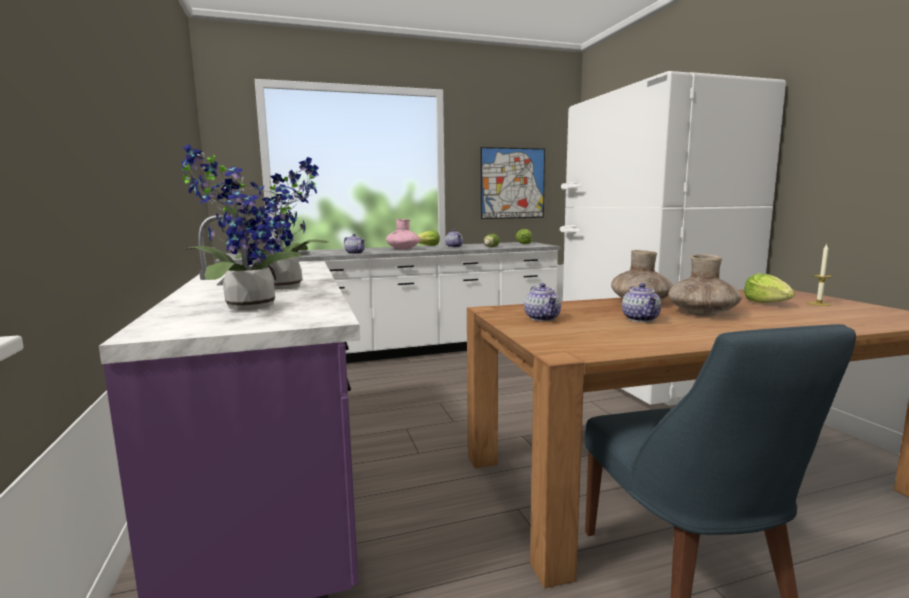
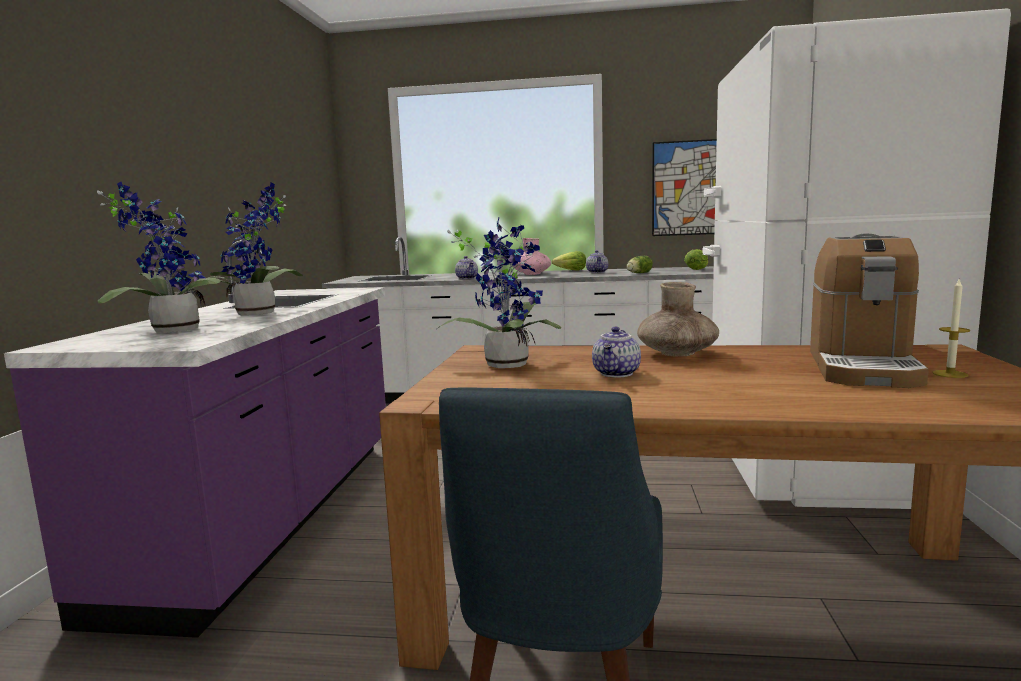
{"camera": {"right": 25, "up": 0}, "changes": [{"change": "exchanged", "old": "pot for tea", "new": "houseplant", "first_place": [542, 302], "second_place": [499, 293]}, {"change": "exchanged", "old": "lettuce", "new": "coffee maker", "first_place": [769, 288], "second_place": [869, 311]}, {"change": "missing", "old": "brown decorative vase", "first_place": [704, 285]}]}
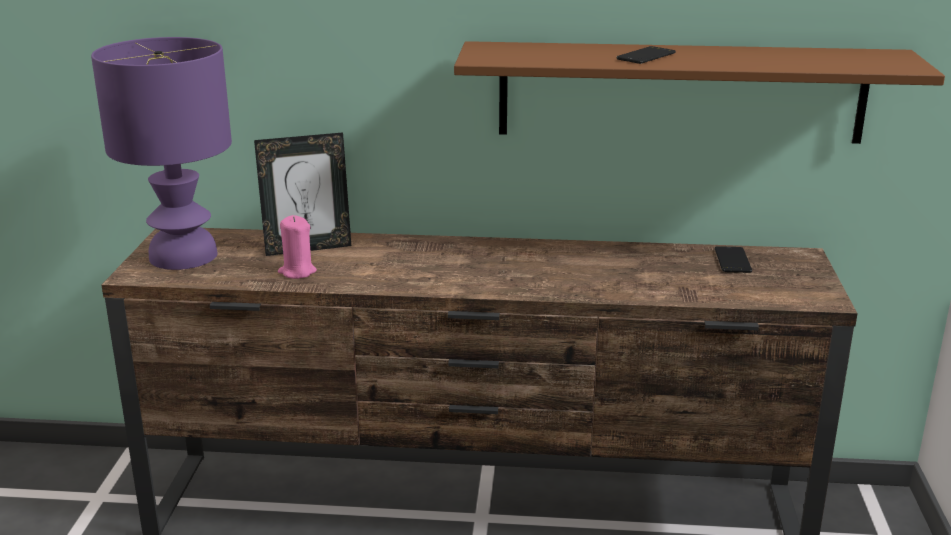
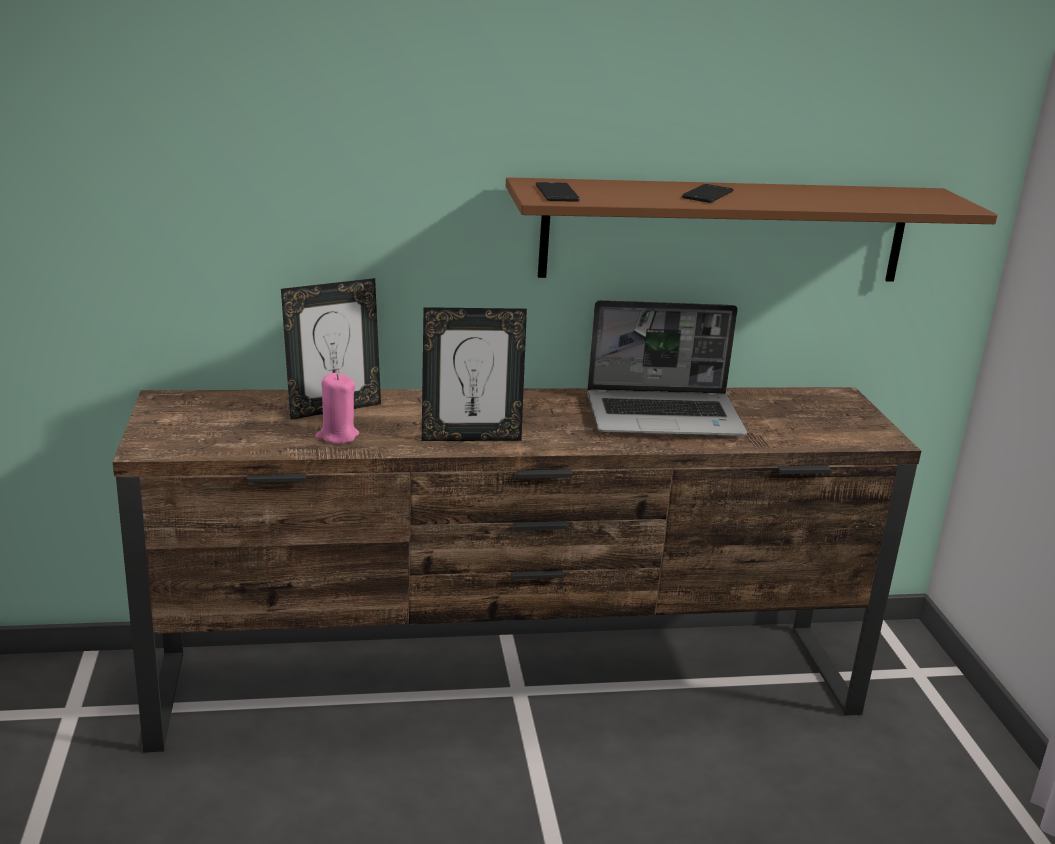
{"camera": {"right": -15, "up": 0}, "changes": [{"change": "appeared", "new": "picture frame", "second_place": [474, 374]}, {"change": "relocated", "old": "handset", "first_place": [733, 259], "second_place": [558, 192]}, {"change": "appeared", "new": "portable computer", "second_place": [667, 368]}, {"change": "missing", "old": "purplish tabletop lamp", "first_place": [161, 153]}]}
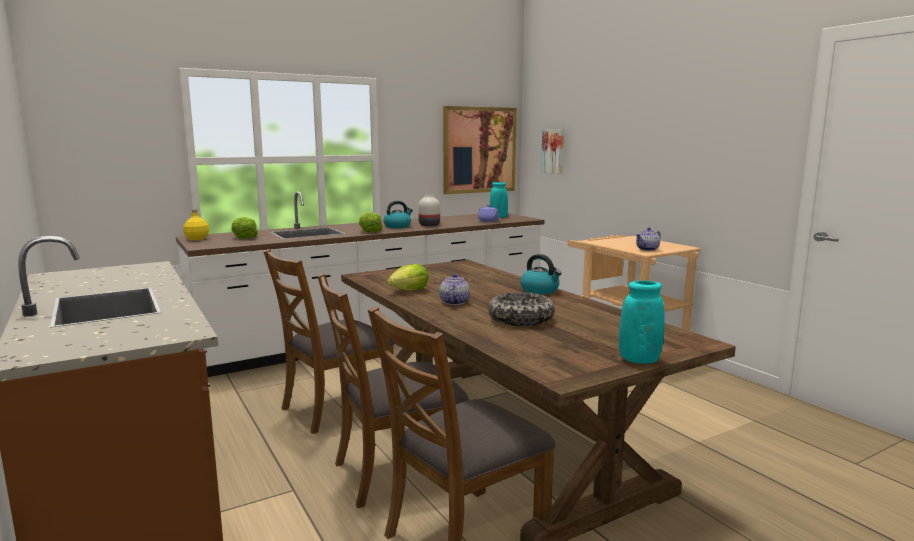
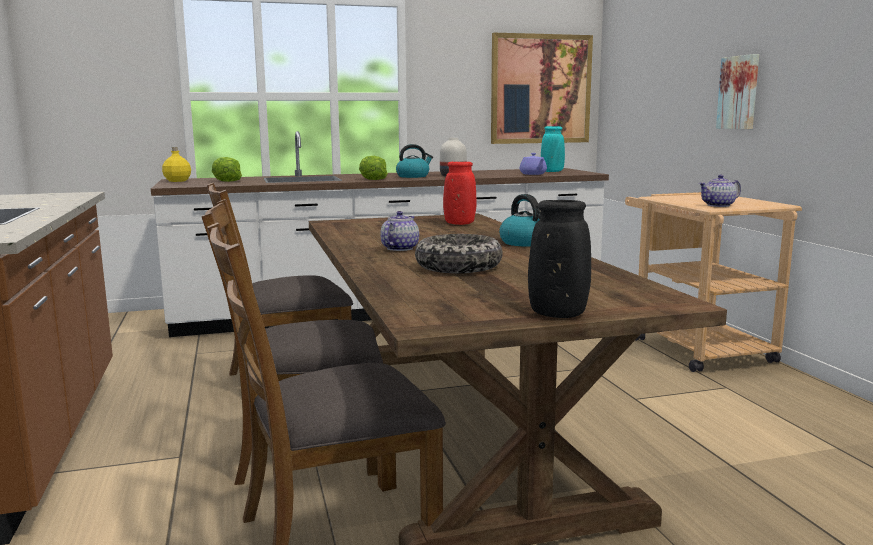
{"camera": {"right": 15, "up": 0}, "changes": [{"change": "appeared", "new": "reddish decorative vase", "second_place": [460, 193]}, {"change": "colour", "old": "turquoise decorative vase", "new": "blackish decorative vase", "first_place": [642, 322], "second_place": [559, 259]}, {"change": "relocated", "old": "picture", "first_place": [552, 151], "second_place": [737, 91]}, {"change": "missing", "old": "lettuce", "first_place": [408, 277]}]}
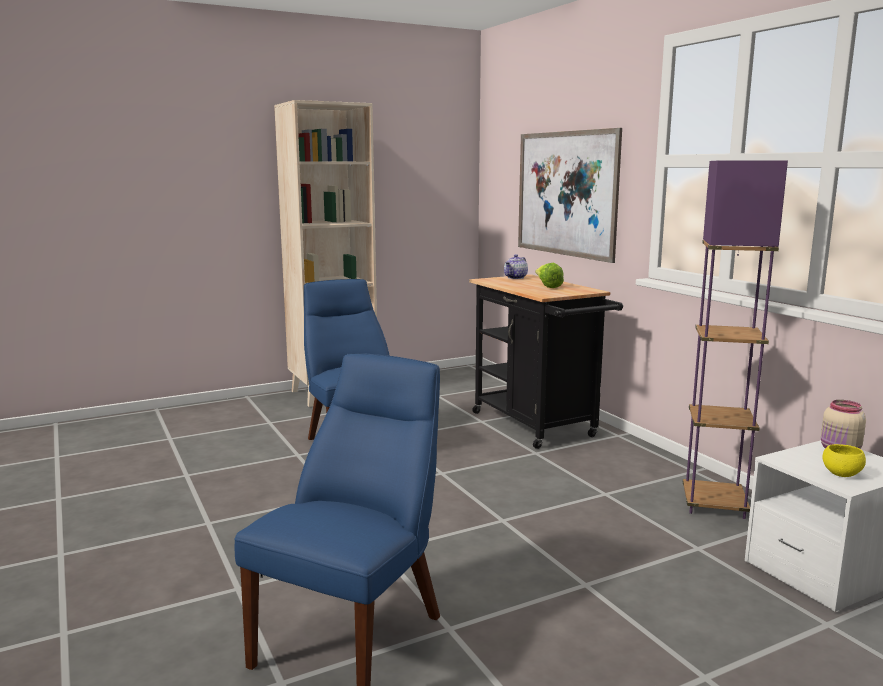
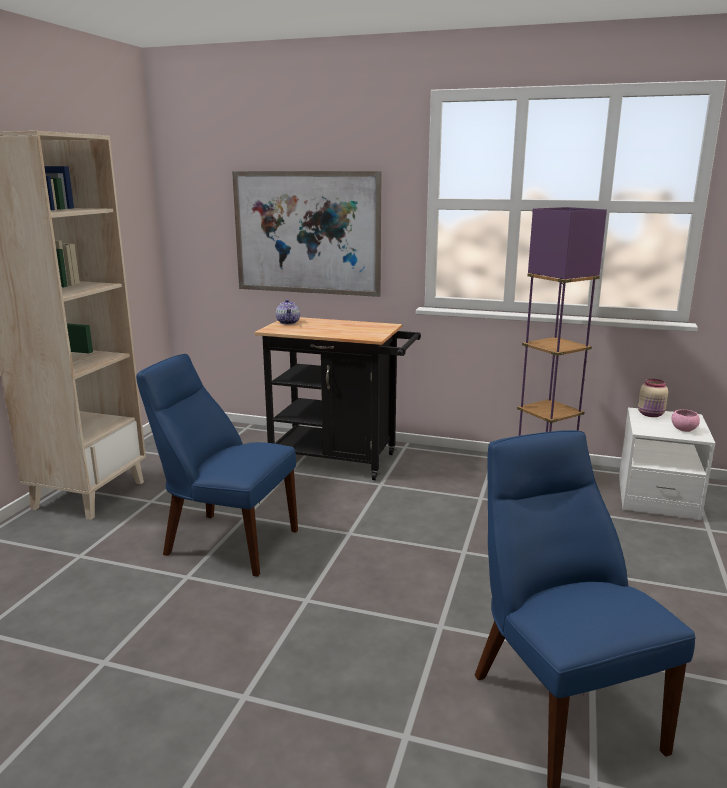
{"camera": {"right": -45, "up": 5}, "changes": [{"change": "colour", "old": "yellowish serving bowl", "new": "pink-coloured serving bowl", "first_place": [844, 460], "second_place": [685, 420]}, {"change": "missing", "old": "lettuce", "first_place": [549, 275]}]}
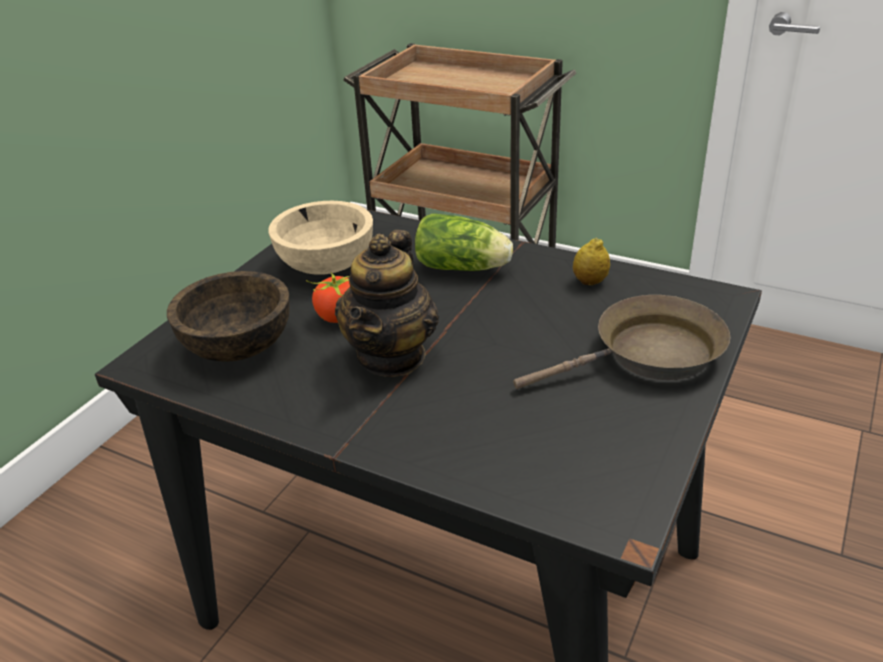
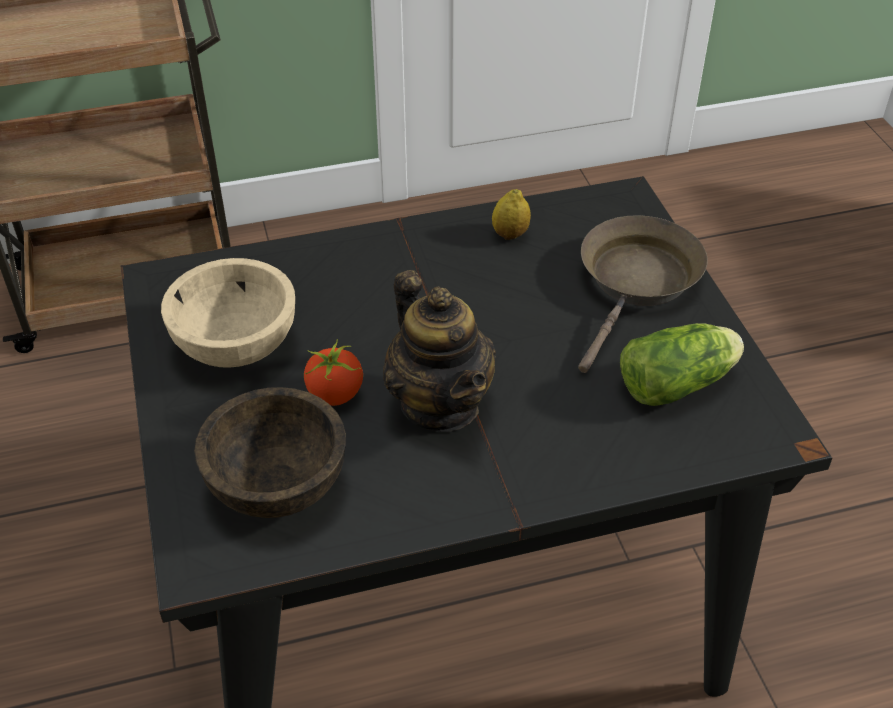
{"camera": {"right": -45, "up": 10}, "changes": [{"change": "relocated", "old": "lettuce", "first_place": [464, 242], "second_place": [682, 364]}]}
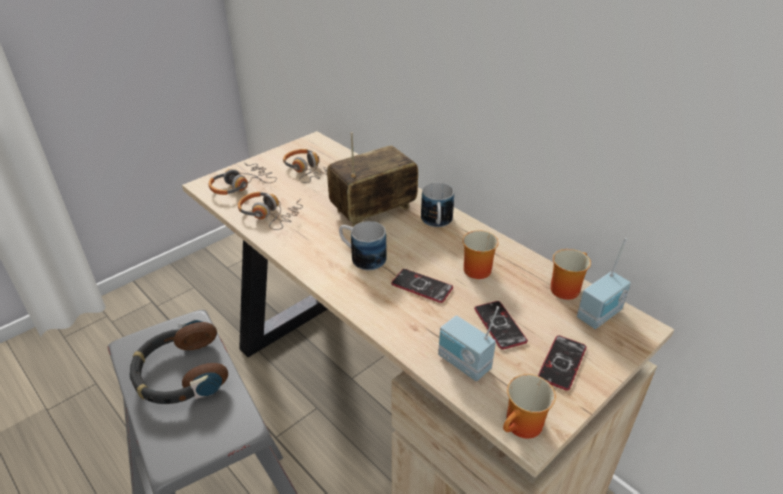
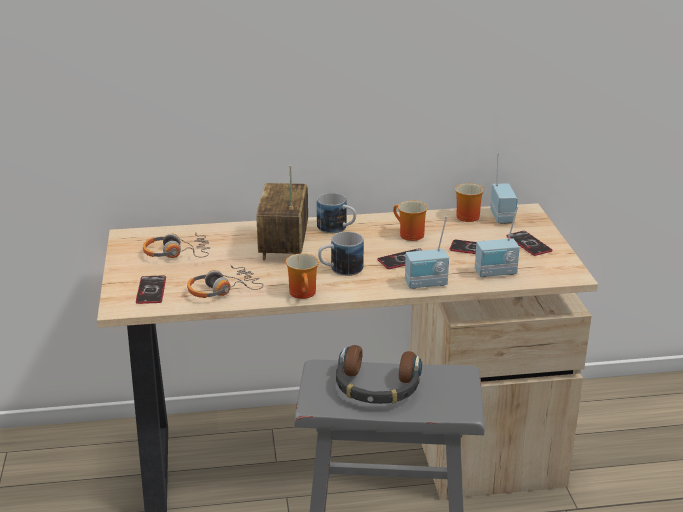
{"camera": {"right": -55, "up": -10}, "changes": [{"change": "exchanged", "old": "headset", "new": "handset", "first_place": [243, 179], "second_place": [151, 289]}, {"change": "relocated", "old": "mug", "first_place": [529, 406], "second_place": [302, 276]}, {"change": "appeared", "new": "radio receiver", "second_place": [427, 252]}]}
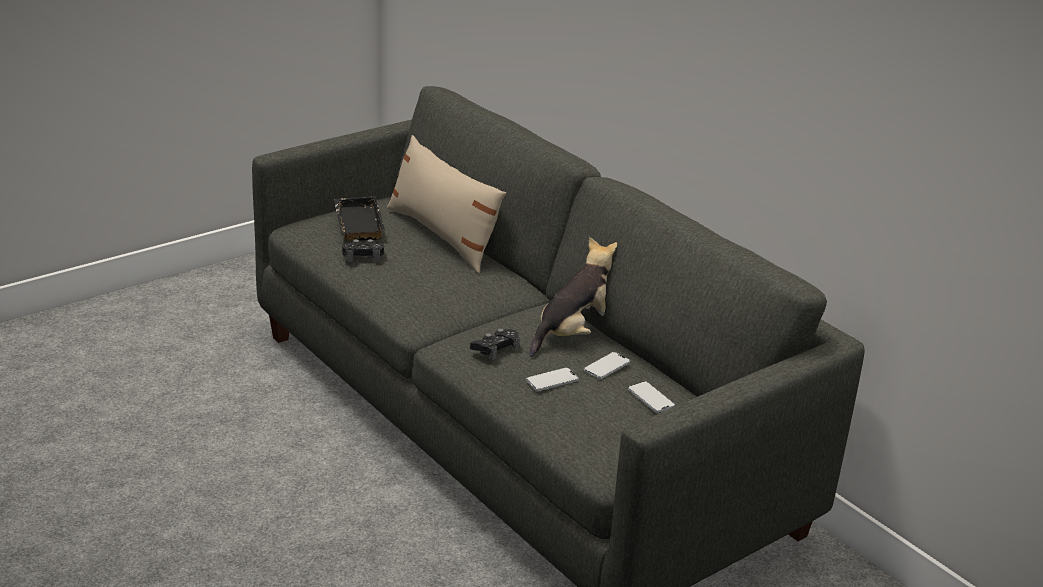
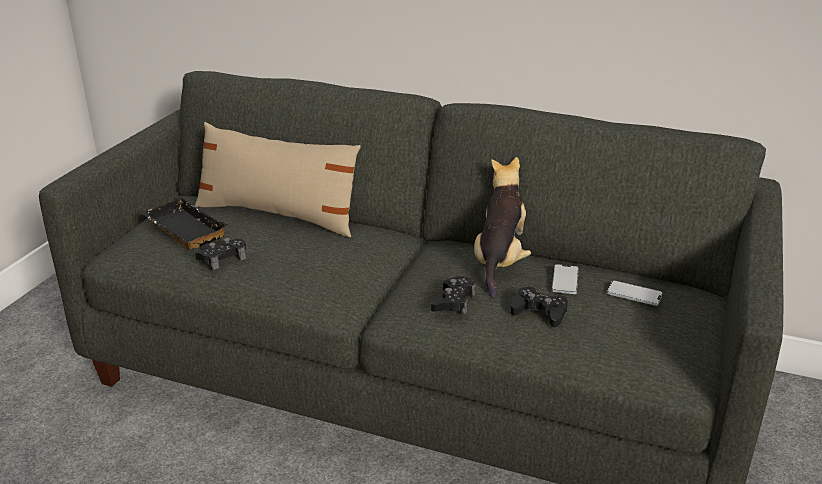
{"camera": {"right": -30, "up": 0}, "changes": [{"change": "exchanged", "old": "handset", "new": "blackish joypad", "first_place": [552, 379], "second_place": [539, 306]}]}
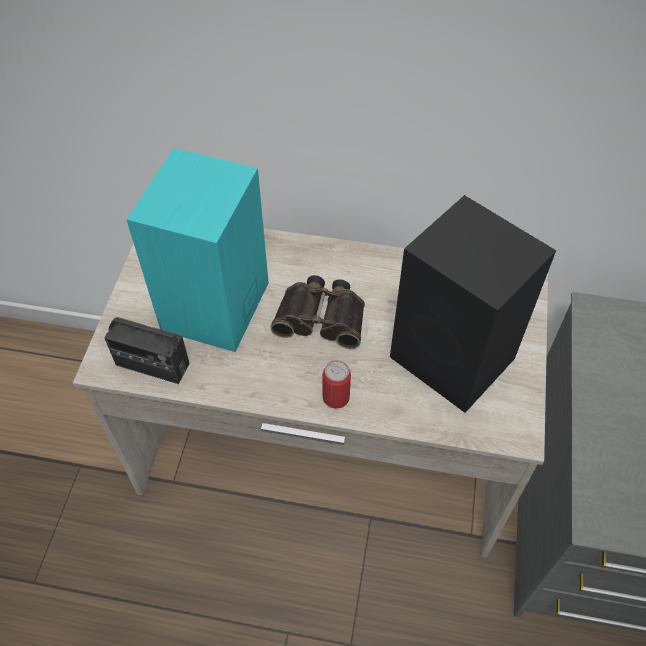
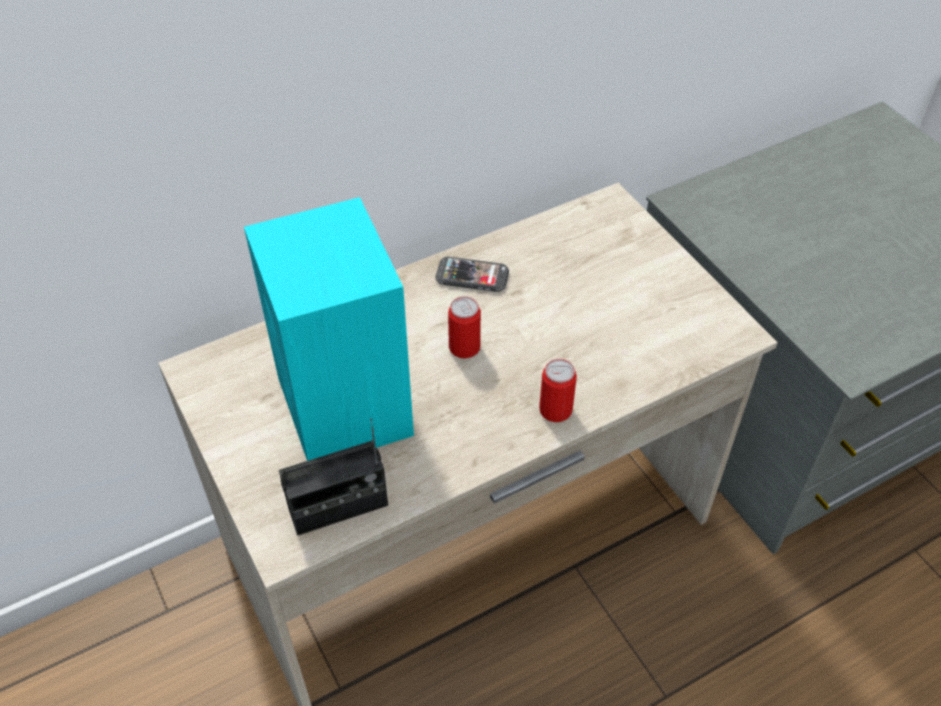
{"camera": {"right": -40, "up": -5}, "changes": [{"change": "appeared", "new": "handset", "second_place": [472, 274]}, {"change": "exchanged", "old": "field glasses", "new": "sealed can", "first_place": [318, 312], "second_place": [464, 327]}, {"change": "missing", "old": "blackish speaker", "first_place": [473, 304]}]}
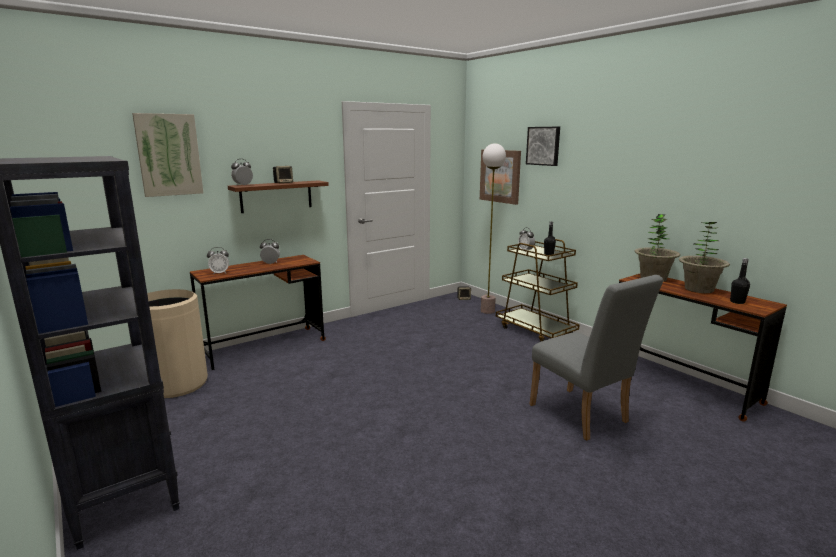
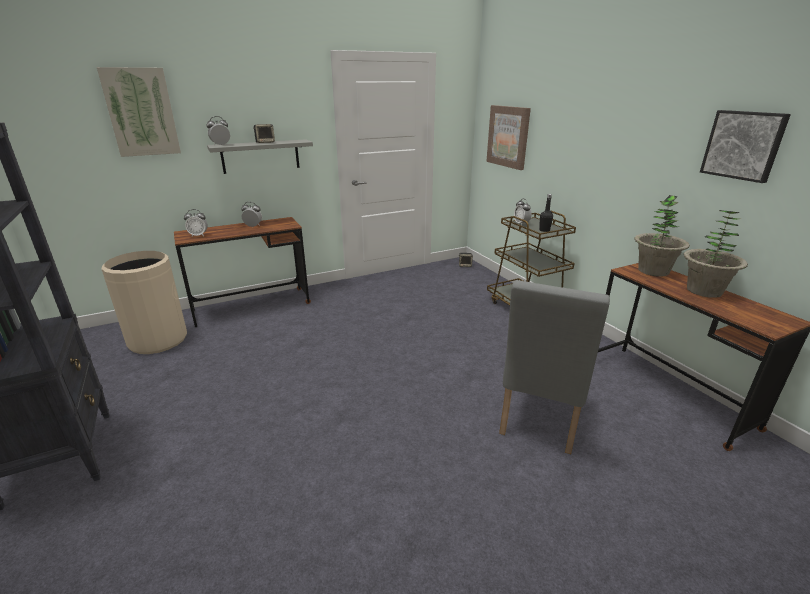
{"camera": {"right": 10, "up": 10}, "changes": [{"change": "colour", "old": "brown wall shelf", "new": "greyish wall shelf", "first_place": [278, 196], "second_place": [260, 156]}, {"change": "spun", "old": "greyish upright chair", "first_place": [596, 358], "second_place": [554, 367], "degrees": 45}, {"change": "relocated", "old": "picture", "first_place": [543, 146], "second_place": [745, 146]}, {"change": "missing", "old": "standard lamp", "first_place": [493, 228]}, {"change": "missing", "old": "blackish drink bottle", "first_place": [740, 281]}]}
